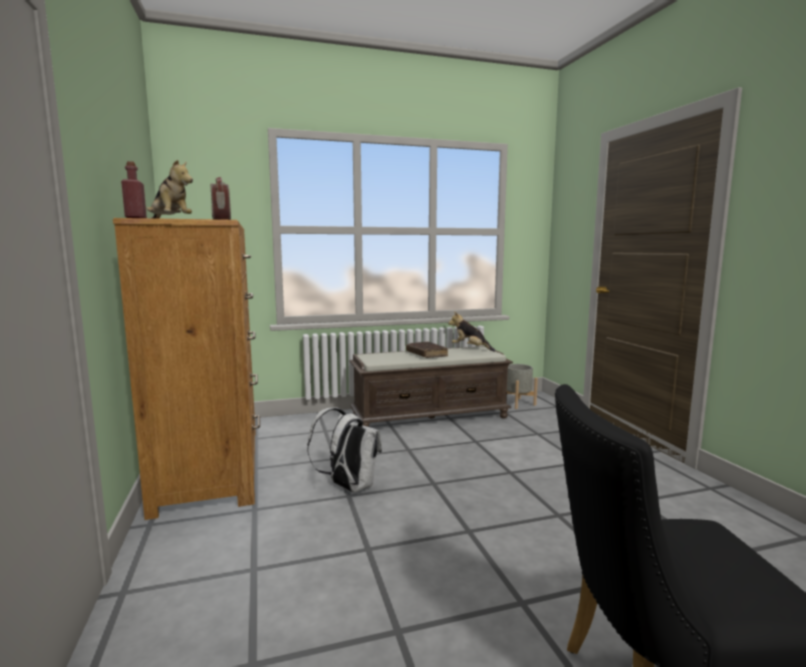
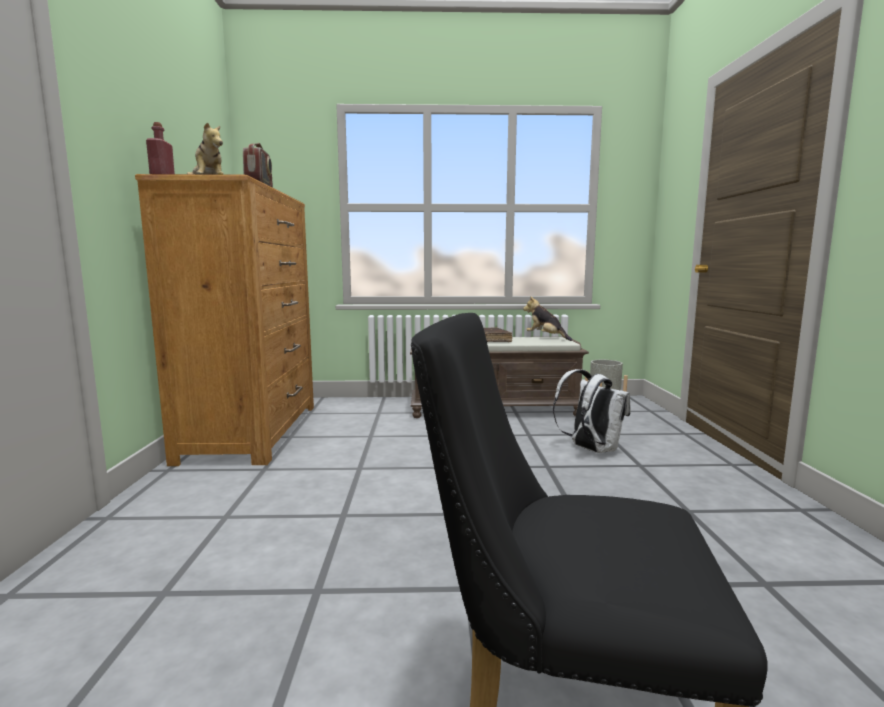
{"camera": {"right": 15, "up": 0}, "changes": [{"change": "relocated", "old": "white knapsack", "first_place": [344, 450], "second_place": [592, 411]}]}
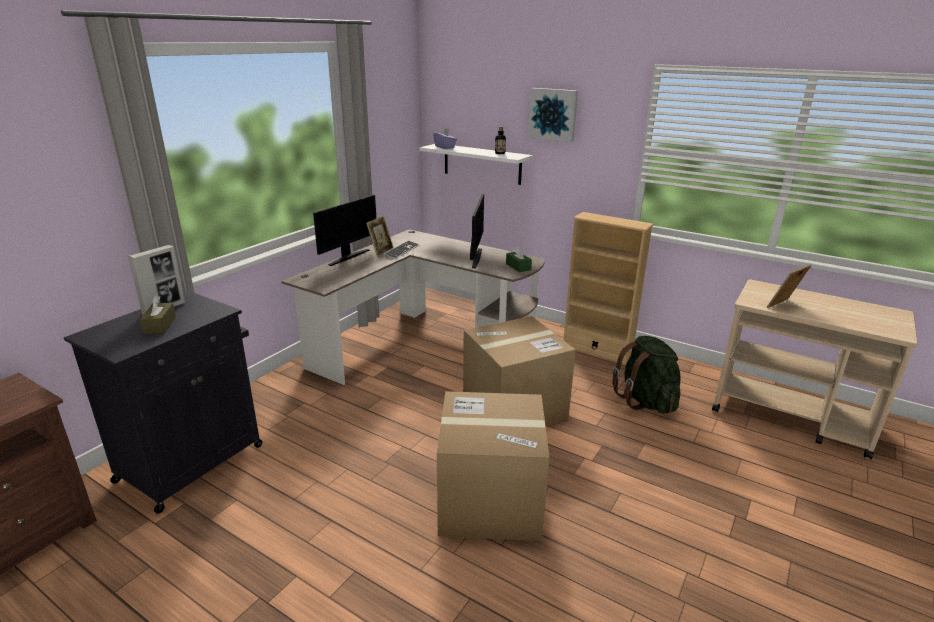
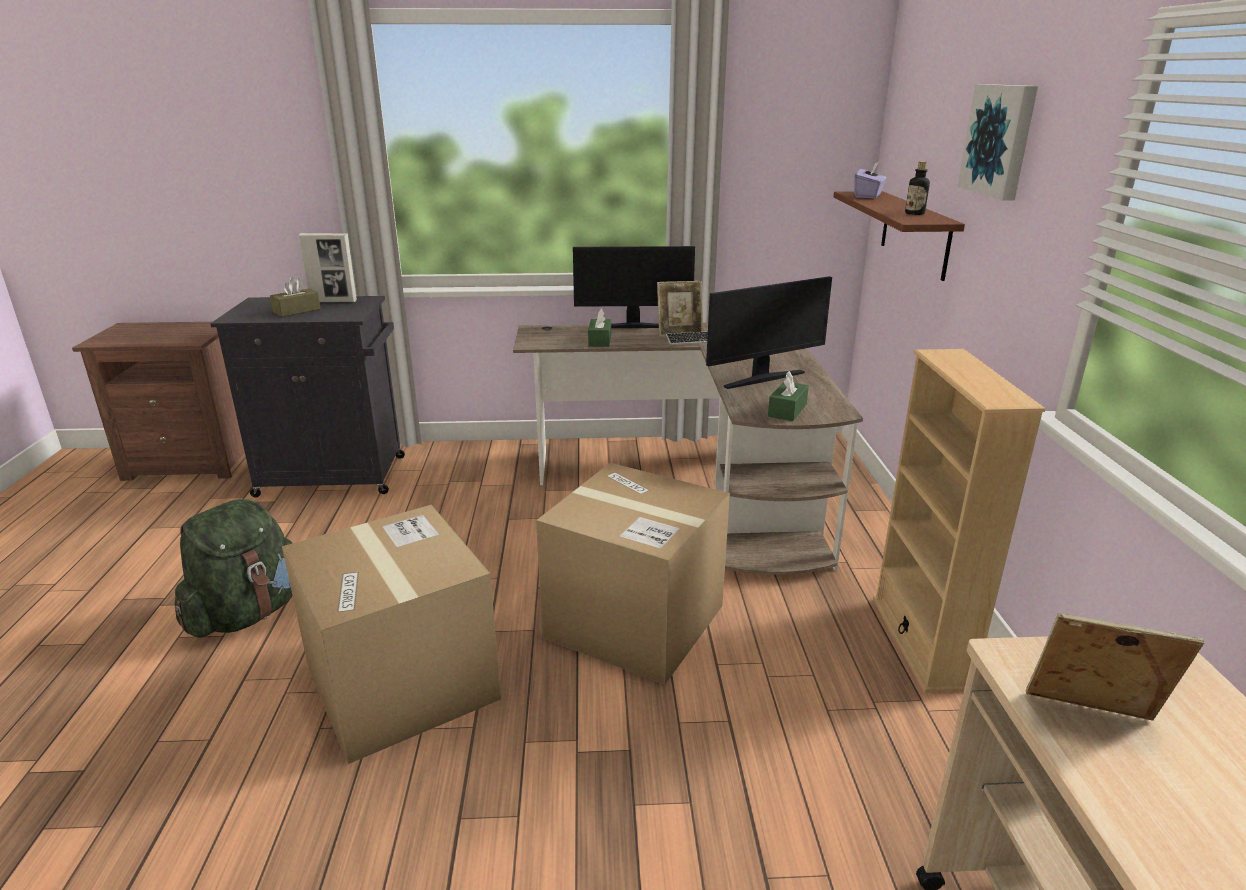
{"camera": {"right": 55, "up": 0}, "changes": [{"change": "relocated", "old": "greenish knapsack", "first_place": [646, 374], "second_place": [233, 568]}, {"change": "appeared", "new": "greenish tissue box", "second_place": [599, 327]}, {"change": "colour", "old": "white wall shelf", "new": "brown wall shelf", "first_place": [476, 164], "second_place": [899, 236]}]}
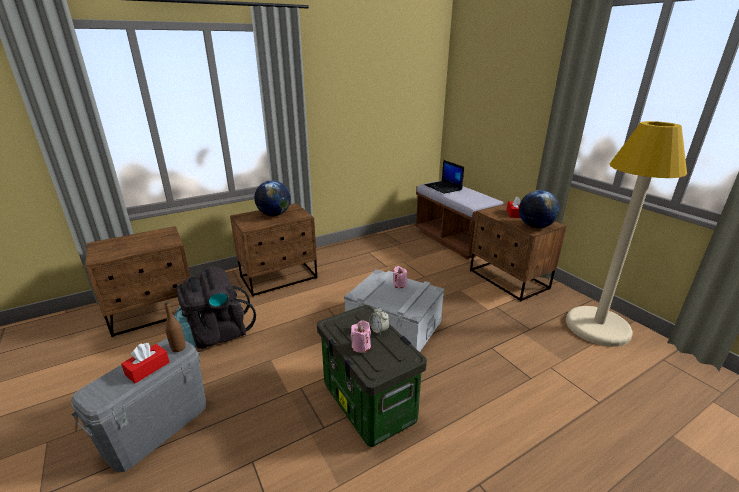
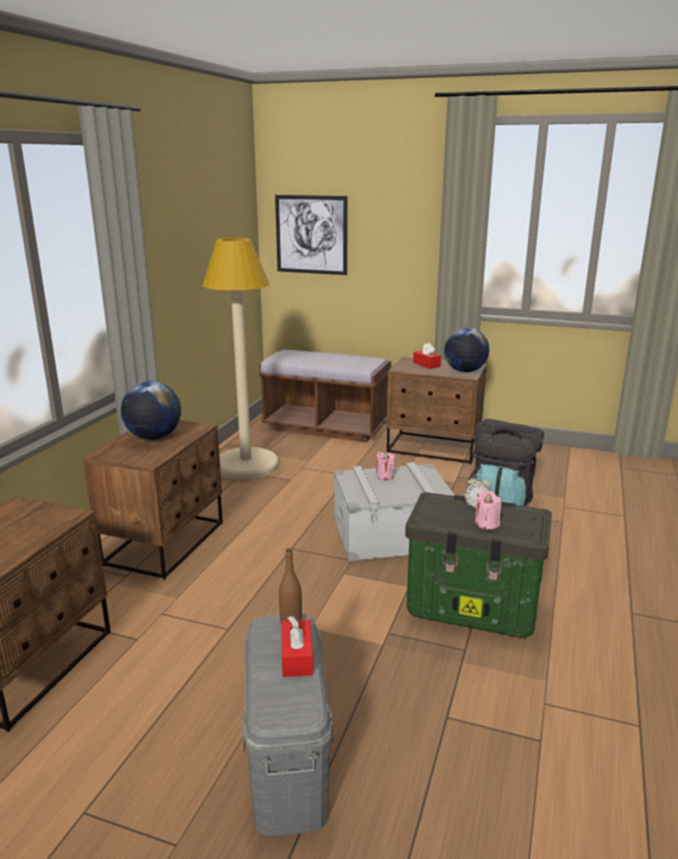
{"camera": {"right": -40, "up": -5}, "changes": [{"change": "relocated", "old": "beige standard lamp", "first_place": [626, 234], "second_place": [241, 359]}, {"change": "appeared", "new": "picture", "second_place": [311, 235]}, {"change": "relocated", "old": "blackish knapsack", "first_place": [215, 308], "second_place": [506, 462]}, {"change": "missing", "old": "portable computer", "first_place": [444, 177]}]}
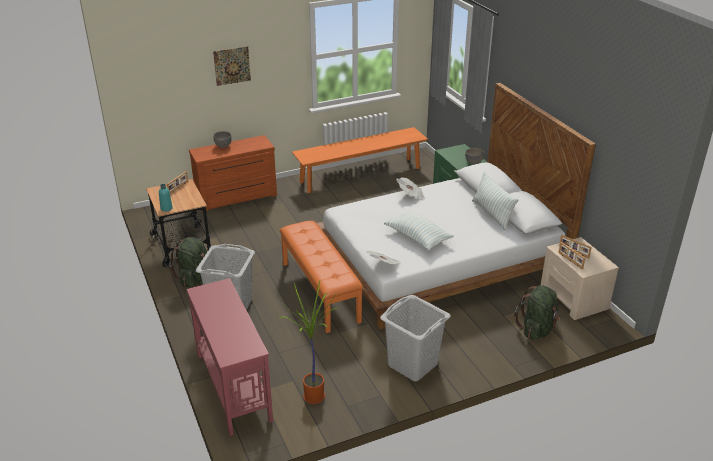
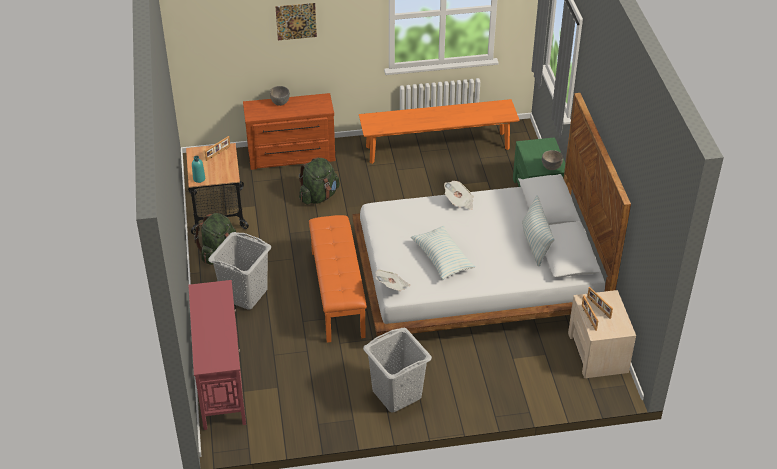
{"camera": {"right": 15, "up": 10}, "changes": [{"change": "relocated", "old": "greenish knapsack", "first_place": [537, 312], "second_place": [319, 181]}, {"change": "missing", "old": "houseplant", "first_place": [309, 342]}]}
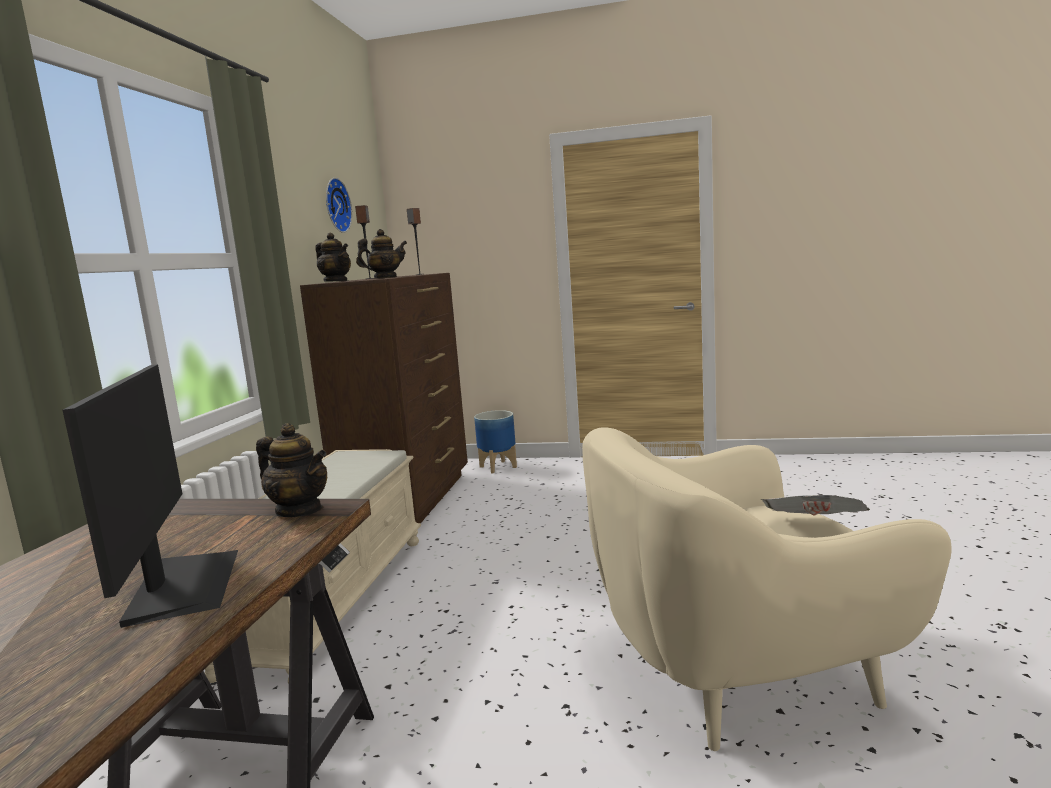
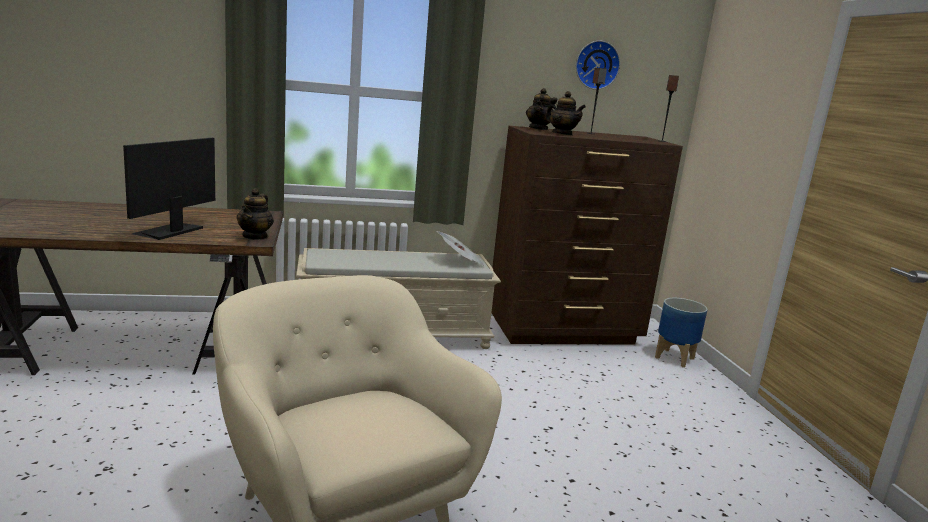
{"camera": {"right": 65, "up": 5}, "changes": [{"change": "spun", "old": "computer display", "first_place": [150, 496], "second_place": [169, 189], "degrees": 150}, {"change": "relocated", "old": "daily paper", "first_place": [815, 505], "second_place": [461, 248]}]}
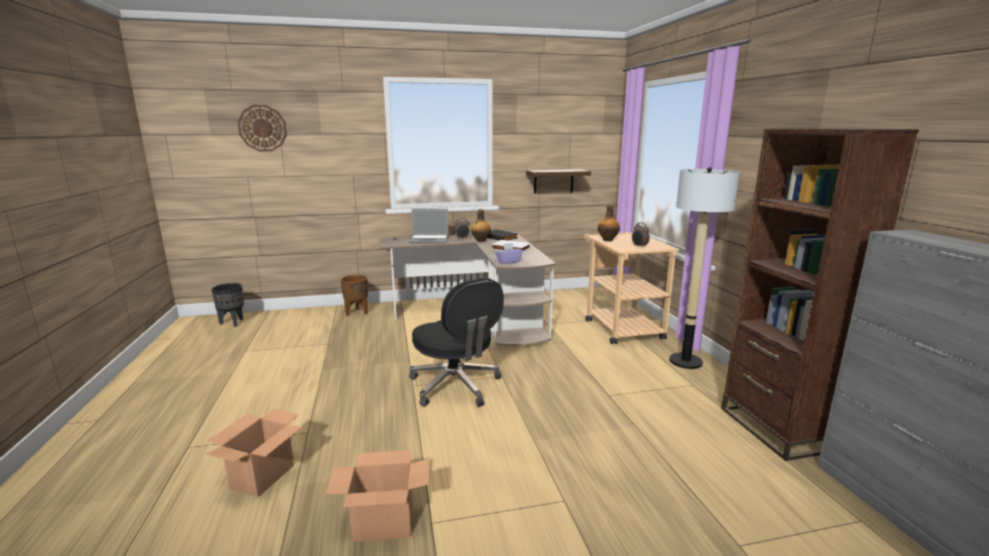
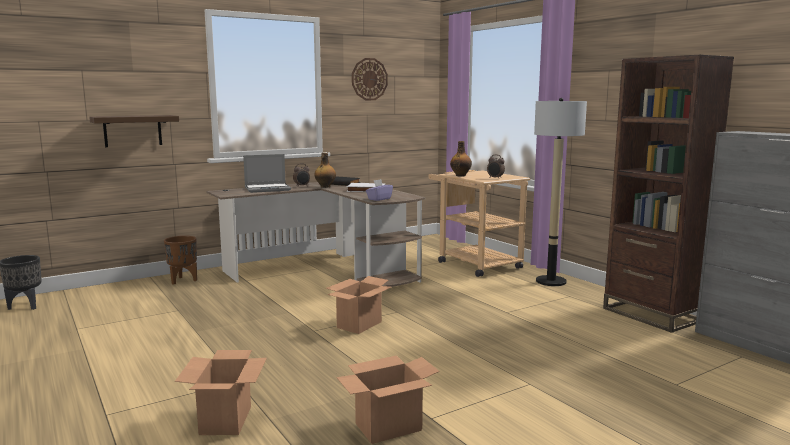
{"camera": {"right": -20, "up": -5}, "changes": [{"change": "relocated", "old": "wall shelf", "first_place": [558, 181], "second_place": [134, 131]}, {"change": "exchanged", "old": "blackish computer chair", "new": "cardboard box", "first_place": [456, 342], "second_place": [358, 305]}, {"change": "relocated", "old": "clock on the wall", "first_place": [262, 128], "second_place": [370, 79]}]}
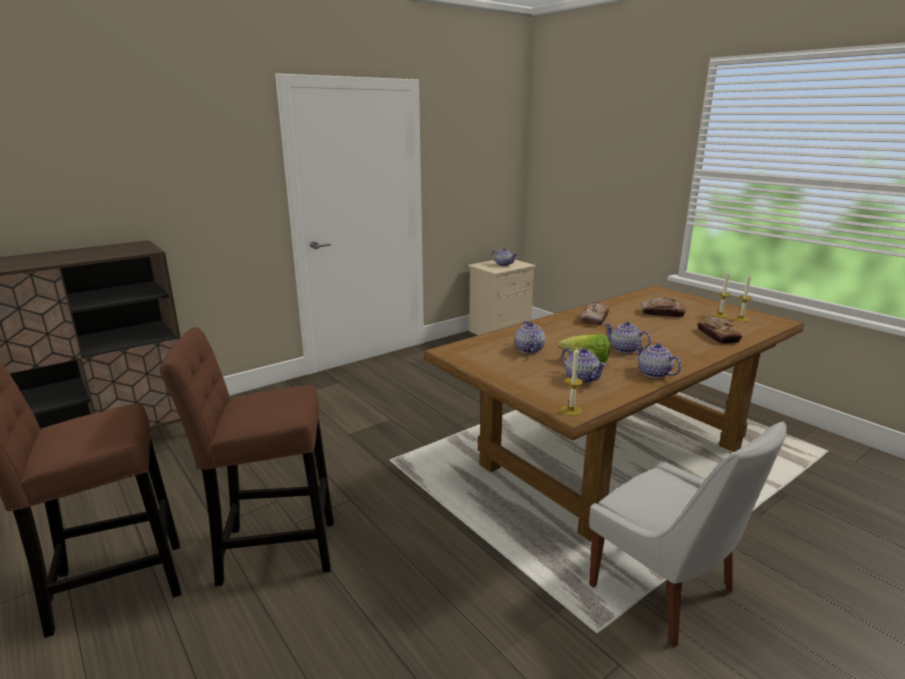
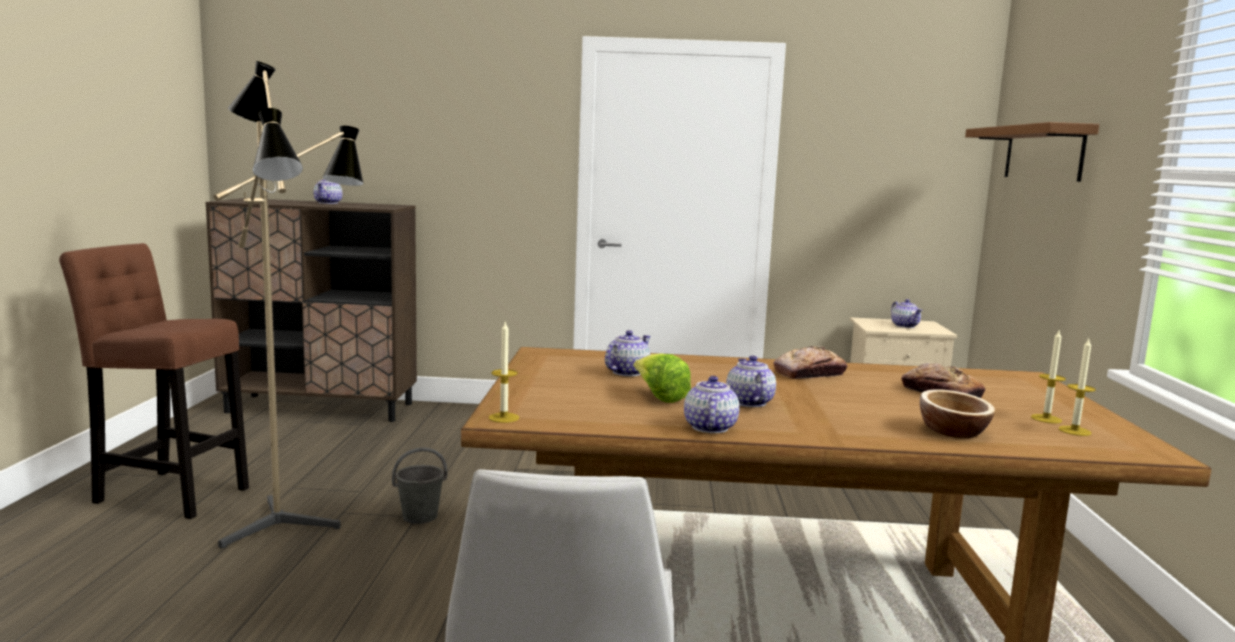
{"camera": {"right": 40, "up": -10}, "changes": [{"change": "exchanged", "old": "brown stool", "new": "standard lamp", "first_place": [246, 456], "second_place": [288, 305]}, {"change": "relocated", "old": "pot for tea", "first_place": [584, 366], "second_place": [328, 191]}, {"change": "appeared", "new": "greyish water bucket", "second_place": [419, 485]}, {"change": "exchanged", "old": "baked bread", "new": "serving bowl", "first_place": [719, 330], "second_place": [957, 413]}, {"change": "appeared", "new": "brown wall shelf", "second_place": [1032, 152]}]}
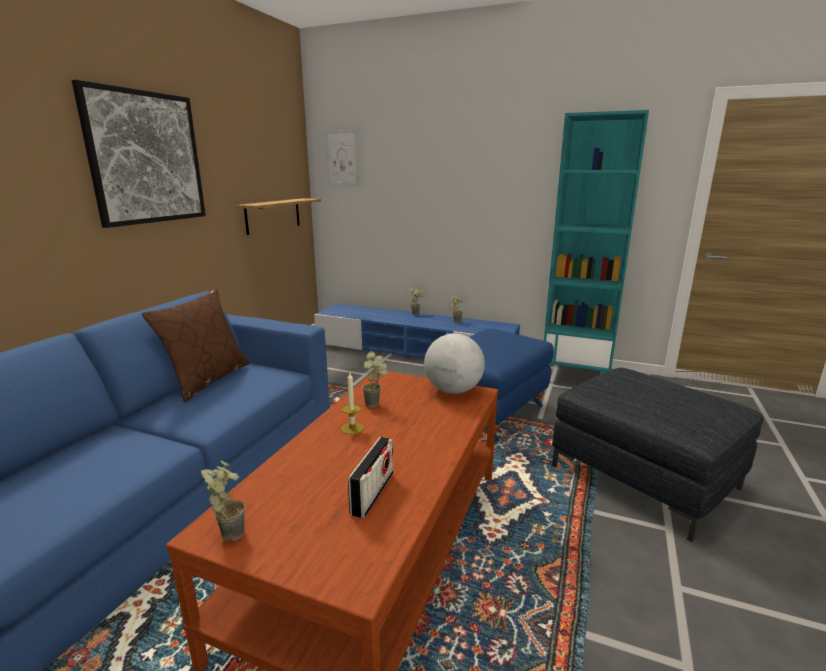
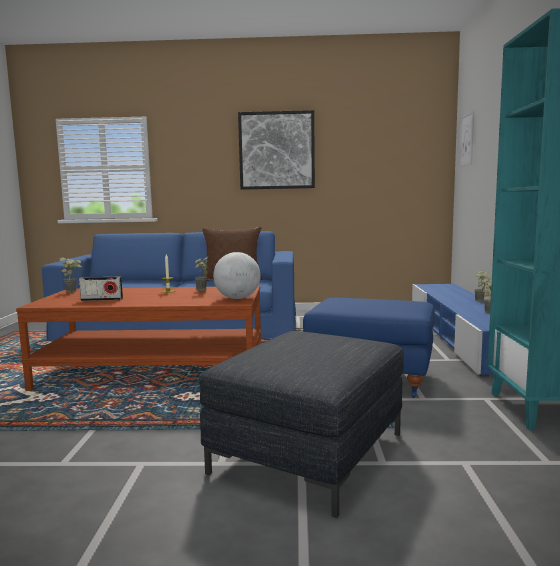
{"camera": {"right": 70, "up": -10}, "changes": [{"change": "missing", "old": "wall shelf", "first_place": [278, 216]}]}
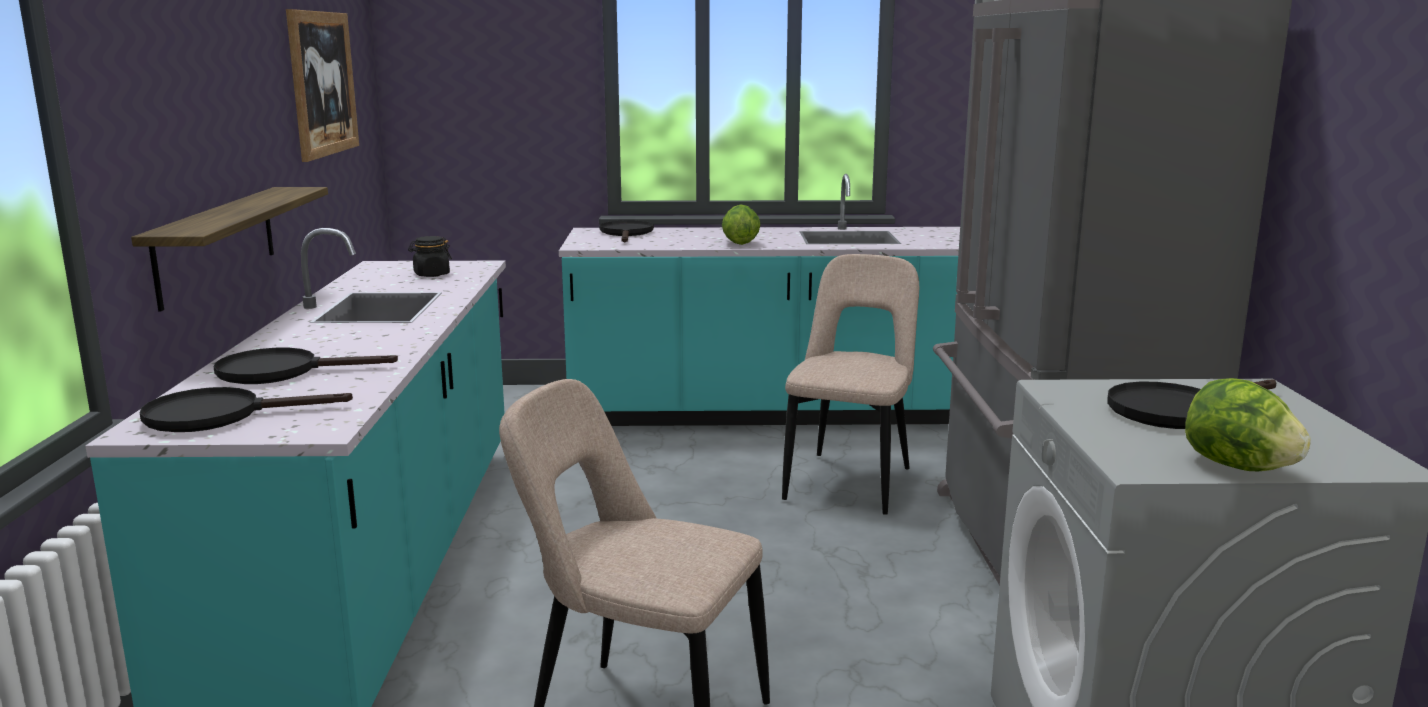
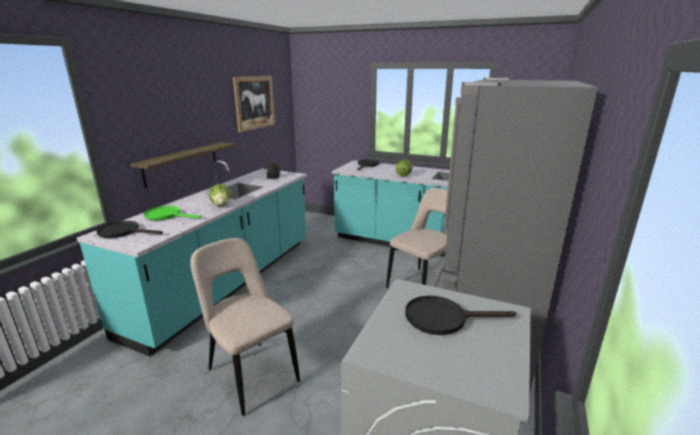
{"camera": {"right": 25, "up": 5}, "changes": [{"change": "colour", "old": "blackish frying pan", "new": "greenish frying pan", "first_place": [305, 366], "second_place": [172, 213]}, {"change": "relocated", "old": "lettuce", "first_place": [1248, 425], "second_place": [220, 195]}]}
